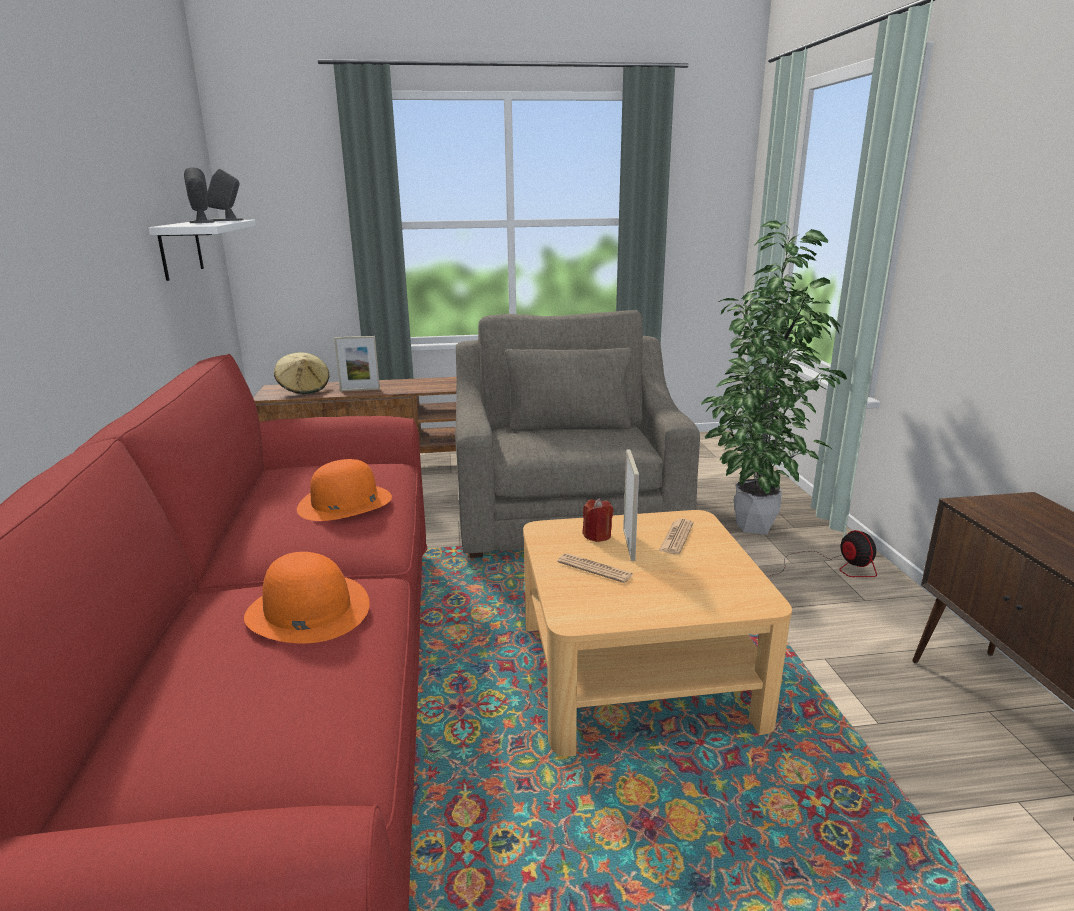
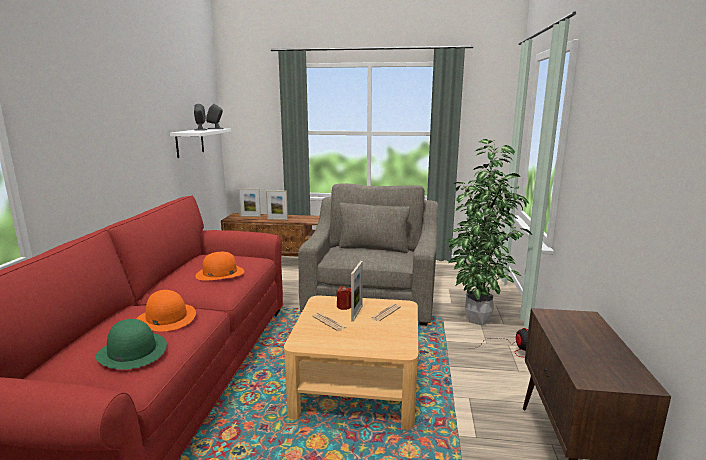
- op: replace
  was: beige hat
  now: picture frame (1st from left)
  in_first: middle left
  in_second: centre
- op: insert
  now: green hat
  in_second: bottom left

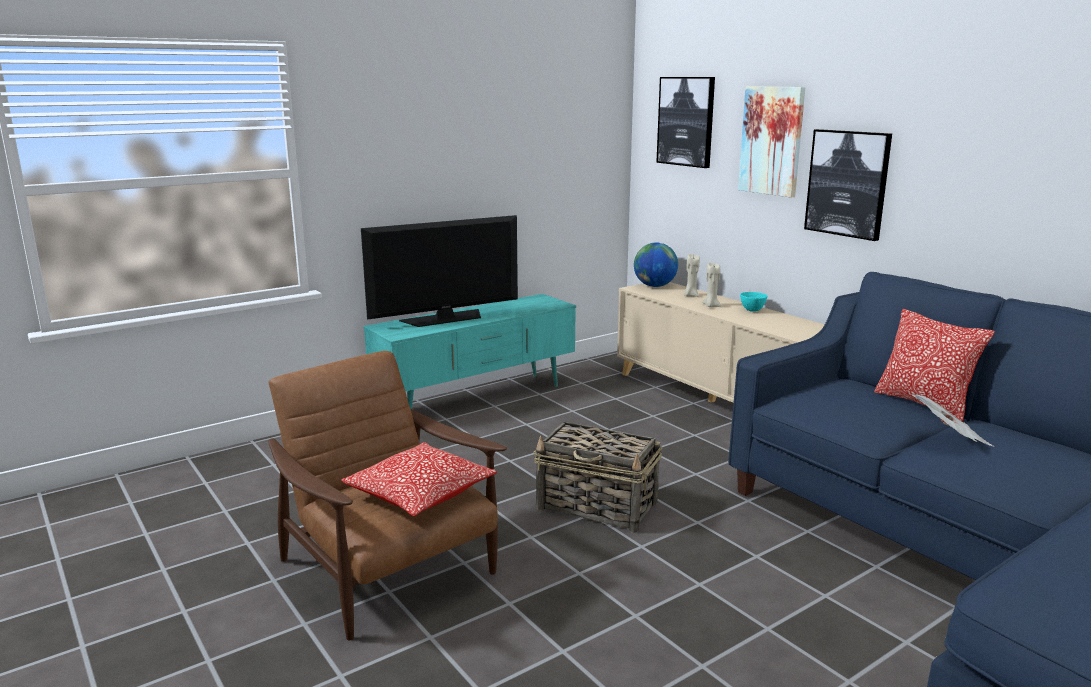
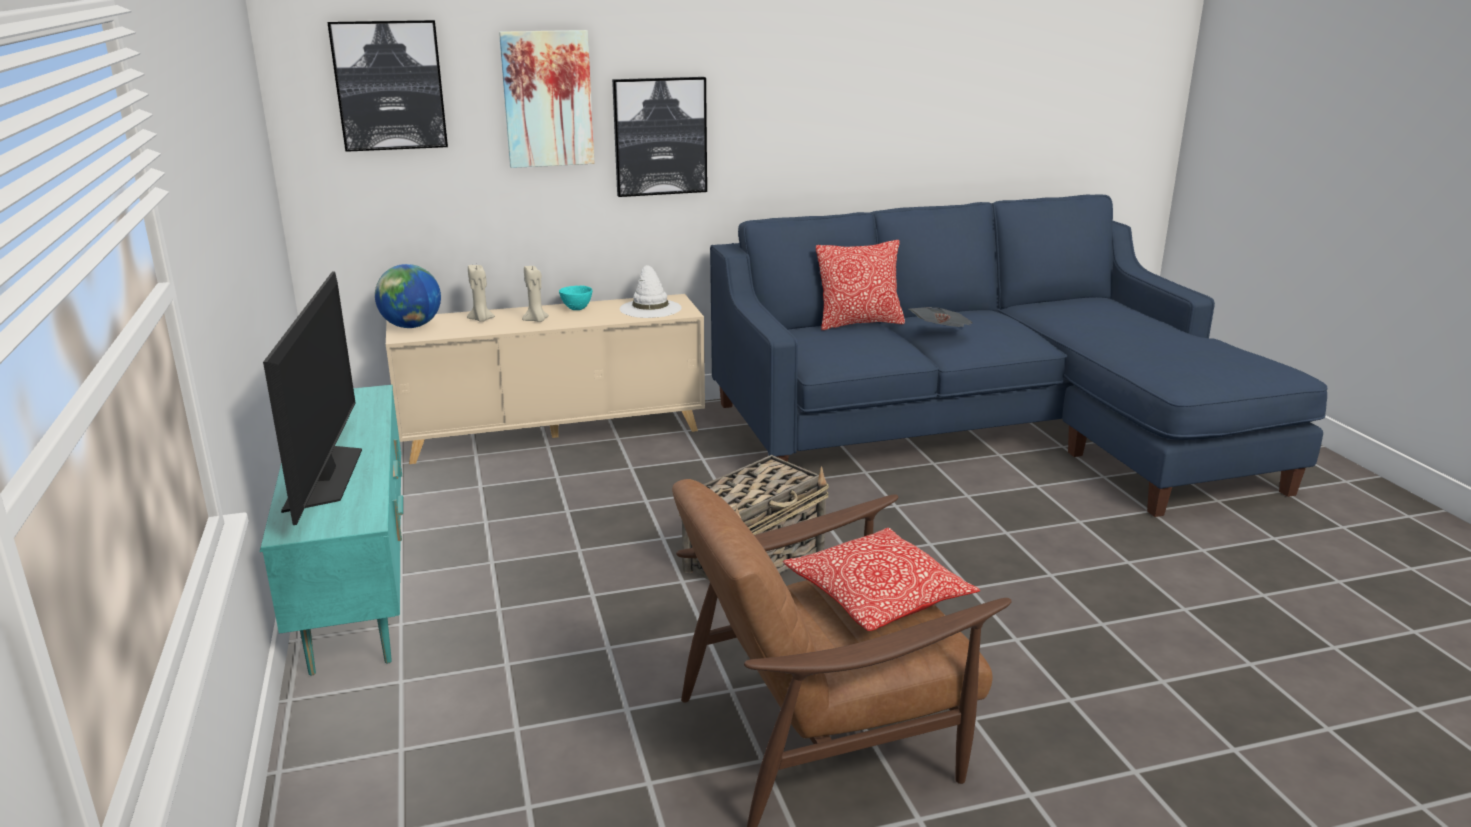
- op: insert
  now: white hat
  in_second: centre

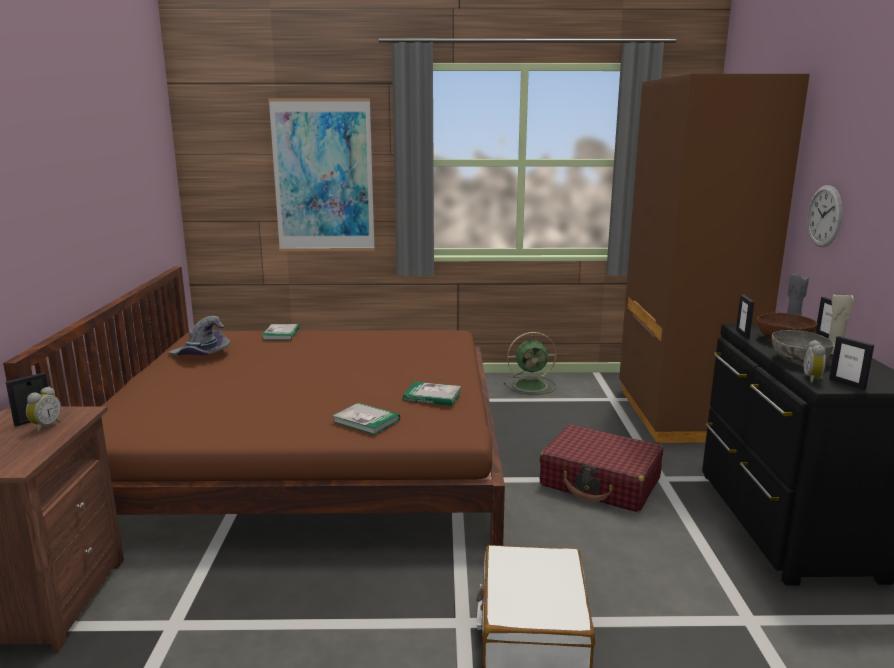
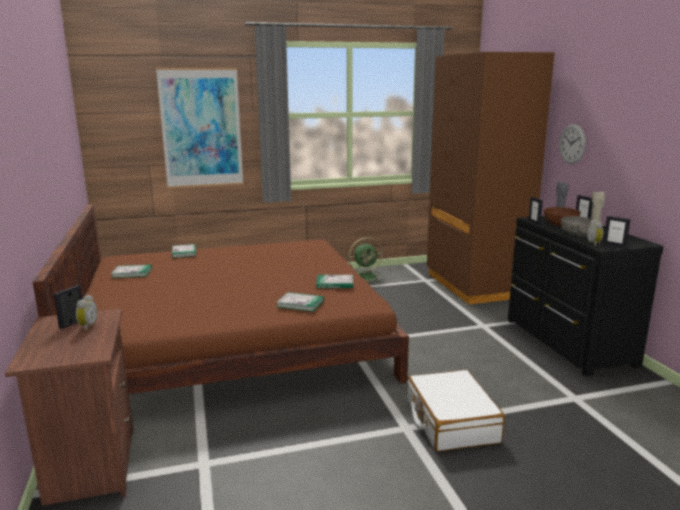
- op: replace
  was: grey hat
  now: book (1st from left)
  in_first: middle left
  in_second: middle left
- op: delete
  was: red suitcase
  in_first: bottom right

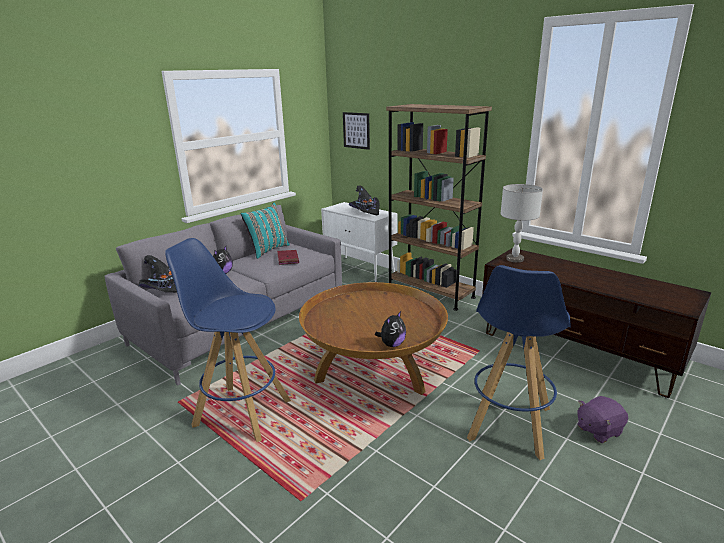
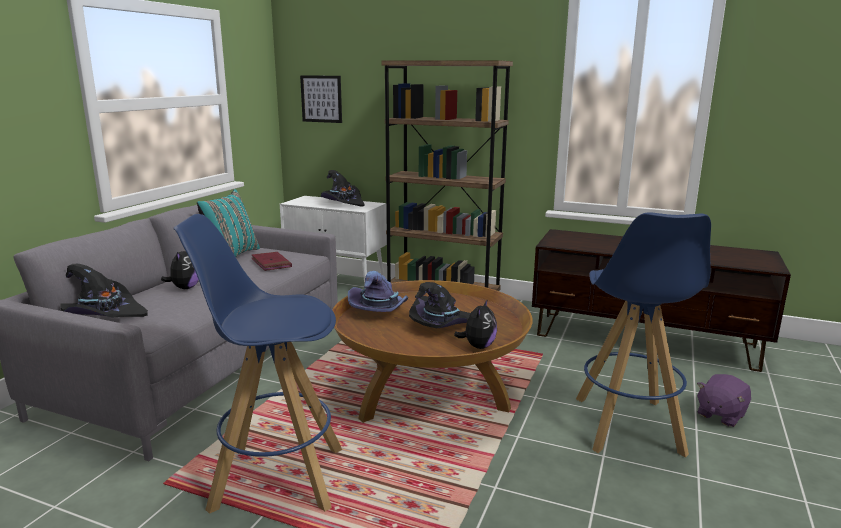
- op: delete
  was: grey table lamp
  in_first: middle right
- op: insert
  now: purple hat
  in_second: centre
- op: insert
  now: black hat (3rd from left)
  in_second: centre

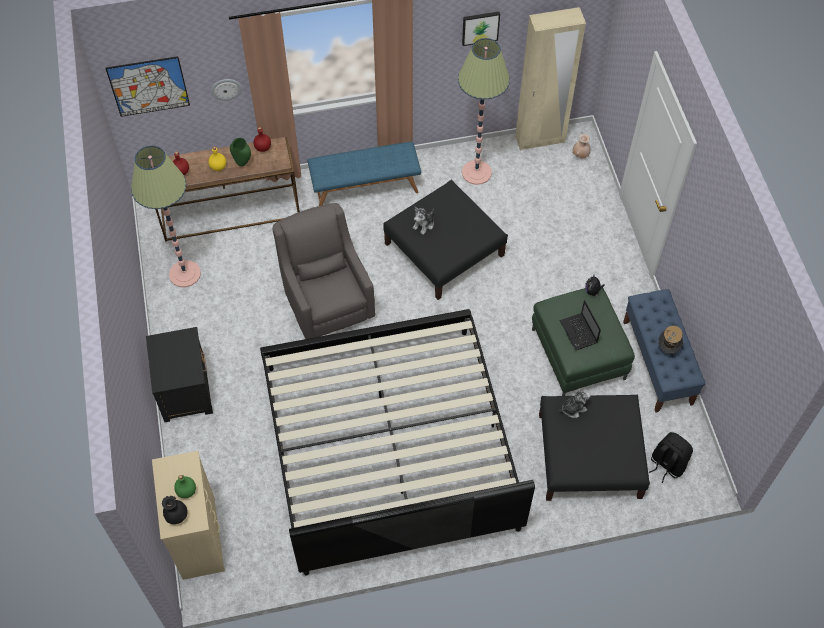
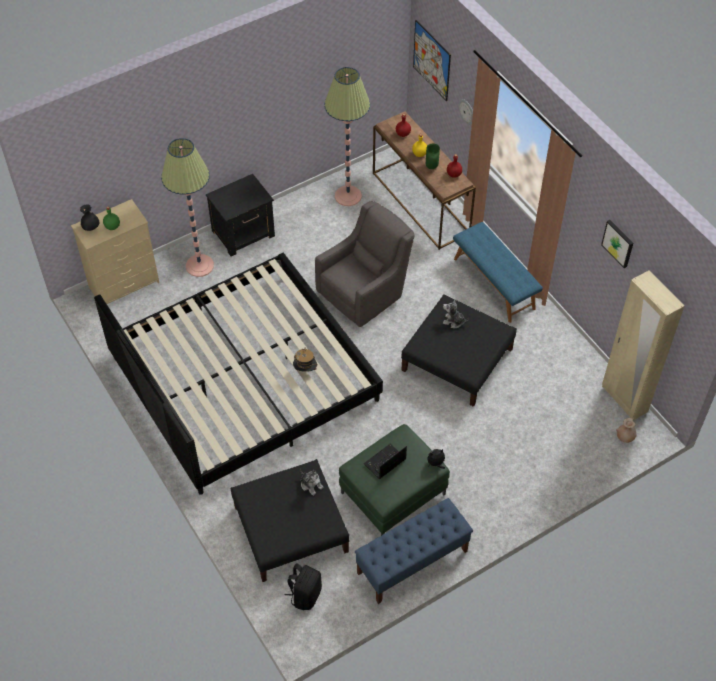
- op: move
  was: floor lamp (2nd from left in the first image)
  now: floor lamp (1st from left)
  in_first: top centre
  in_second: top left
- op: move
  was: hat
  in_first: middle right
  in_second: centre

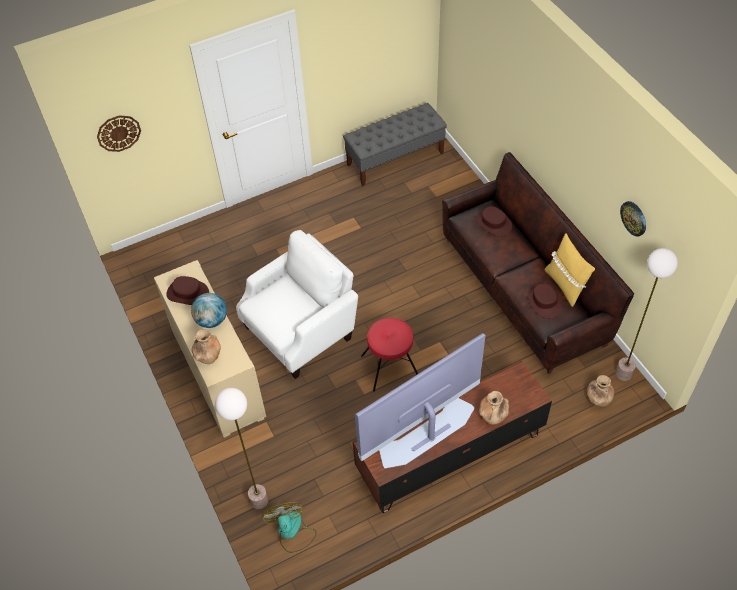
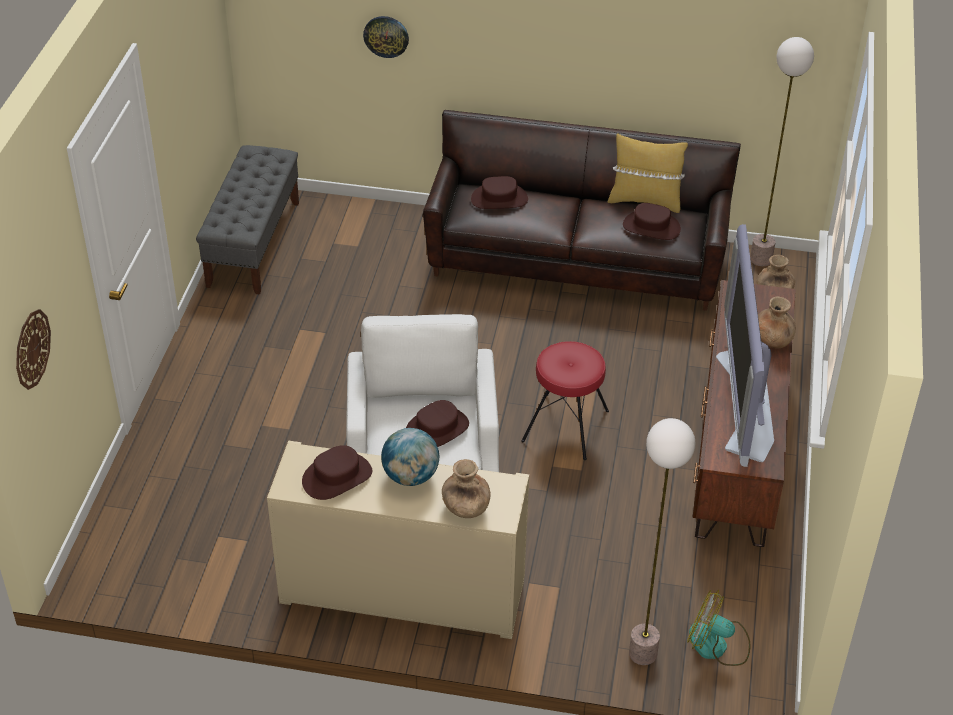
- op: move
  was: wall clock (2nd from left)
  in_first: middle right
  in_second: top centre
- op: insert
  now: brown hat (2nd from left)
  in_second: centre

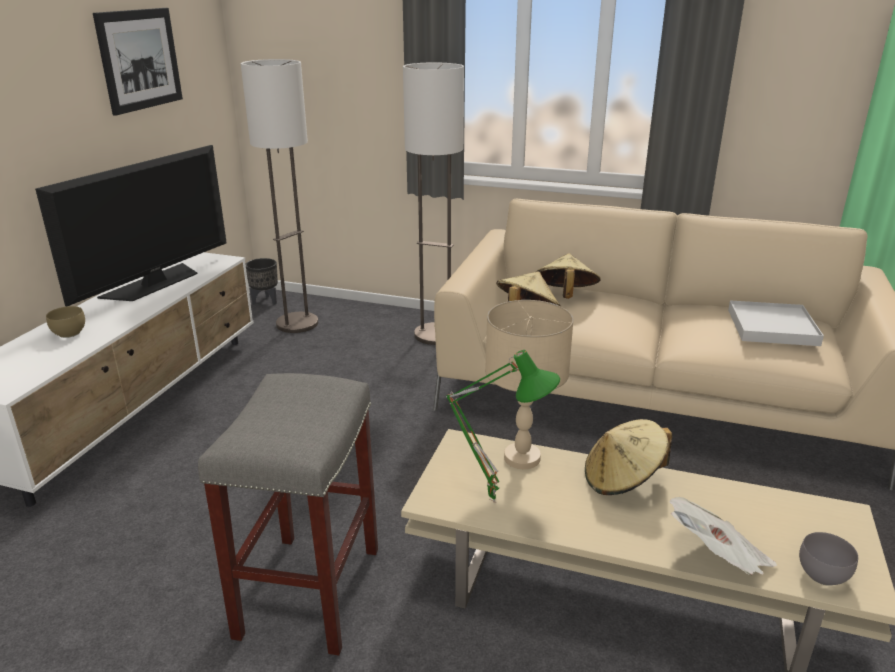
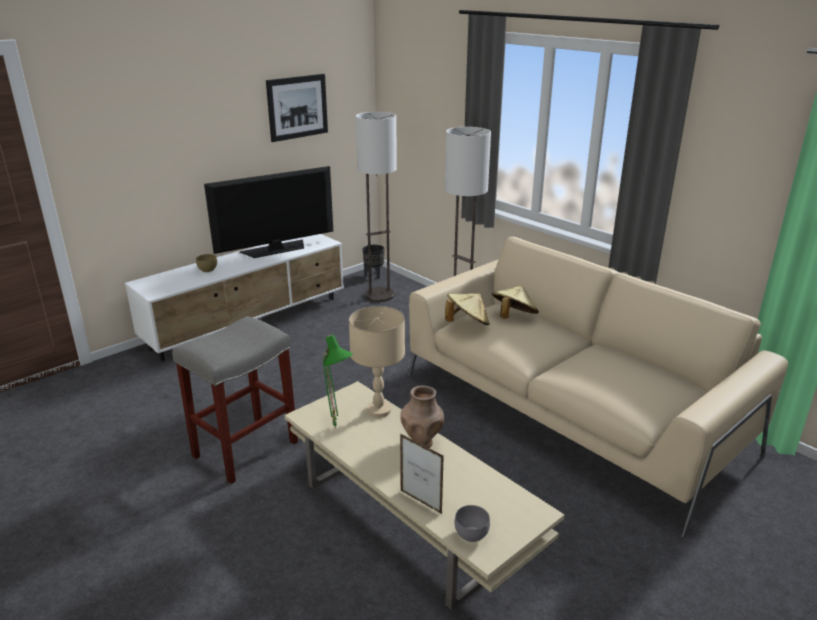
- op: delete
  was: white tray
  in_first: middle right
- op: replace
  was: beige hat (3rd from left)
  now: brown vase
  in_first: bottom right
  in_second: bottom centre
- op: replace
  was: newspaper
  now: picture frame
  in_first: bottom right
  in_second: bottom centre

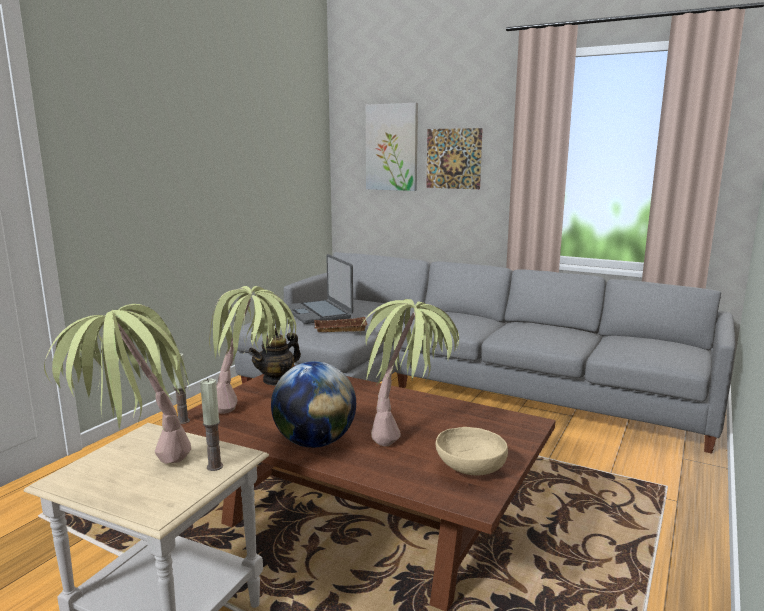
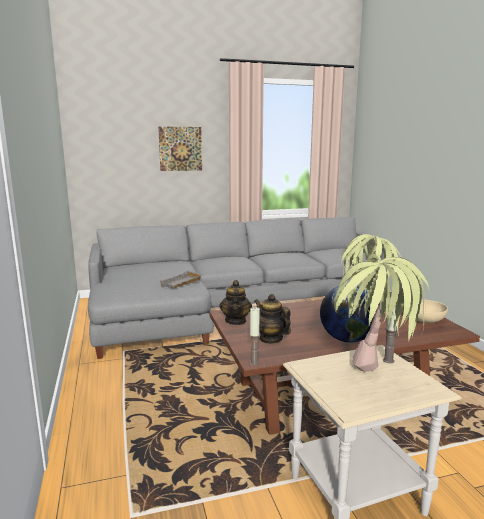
- op: delete
  was: picture (1st from left)
  in_first: top centre
- op: delete
  was: laptop
  in_first: centre
- op: replace
  was: potted plant (2nd from left)
  now: teapot (2nd from left)
  in_first: middle left
  in_second: centre
- op: recolor
  was: brown tray
  now: grey tray
  in_first: centre
  in_second: centre

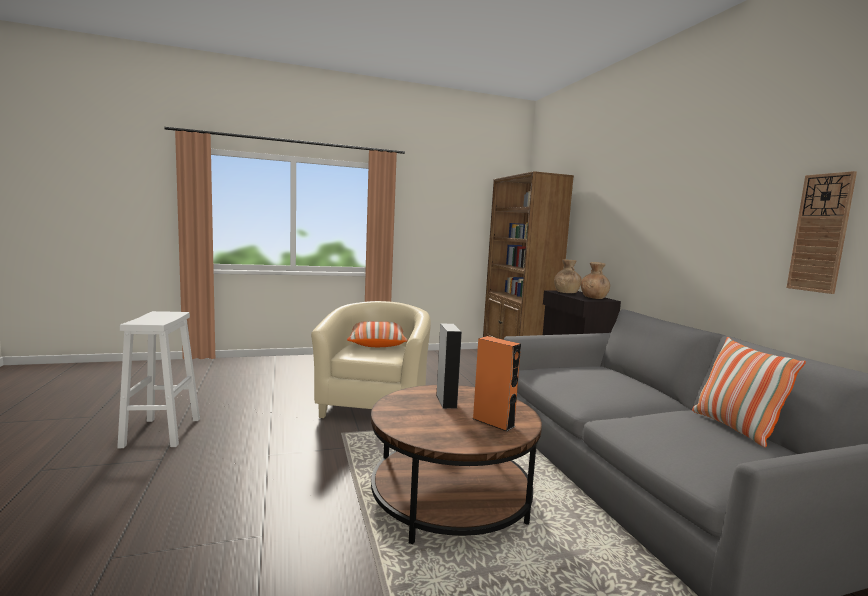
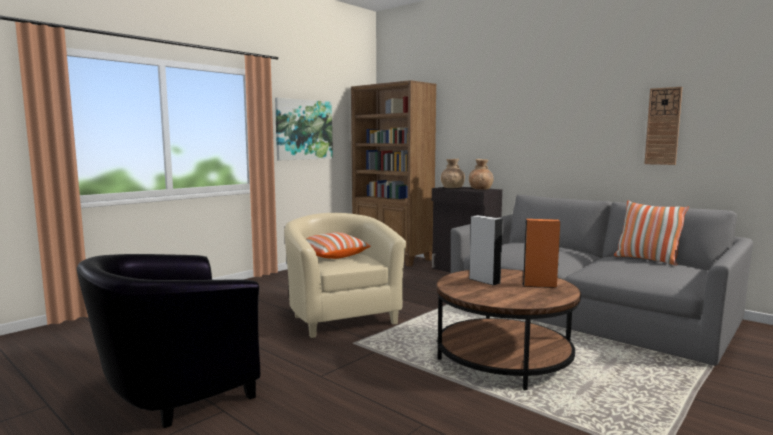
- op: replace
  was: white stool
  now: black armchair
  in_first: middle left
  in_second: bottom left
- op: insert
  now: picture
  in_second: top centre

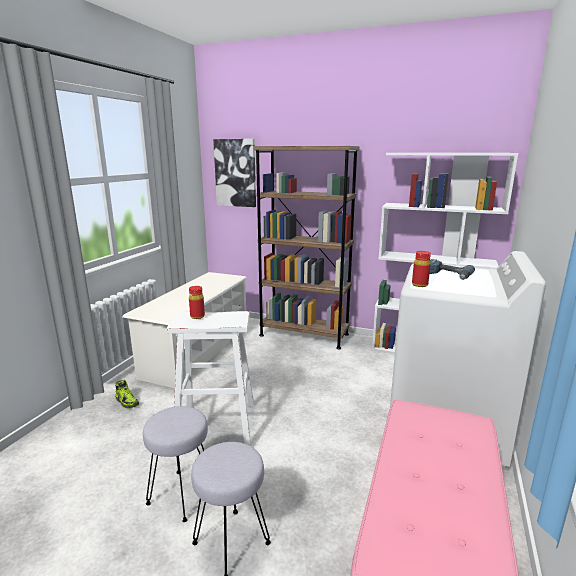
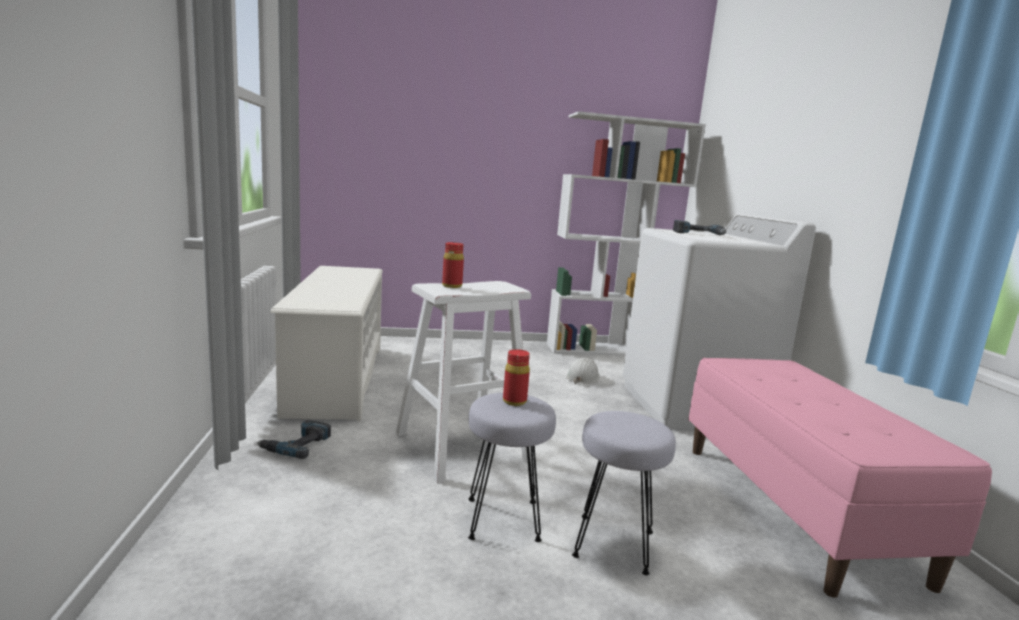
- op: delete
  was: picture
  in_first: top centre
- op: delete
  was: brown bookcase
  in_first: centre
- op: move
  was: red bottle (2nd from left)
  in_first: middle right
  in_second: centre
- op: replace
  was: shoe
  now: power drill (1st from left)
  in_first: bottom left
  in_second: bottom left
- op: insert
  now: white hard hat
  in_second: centre

